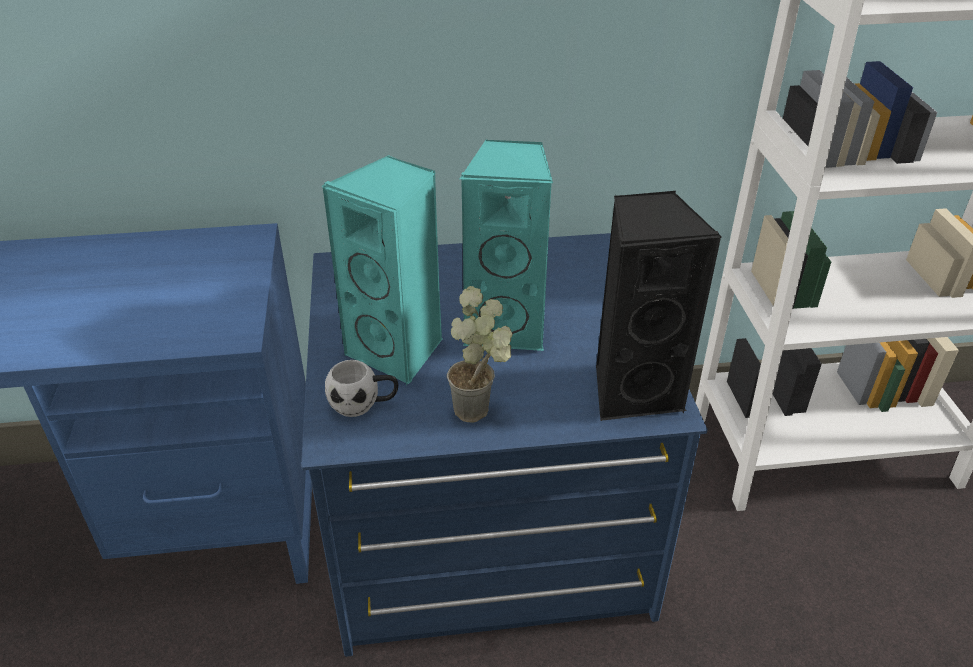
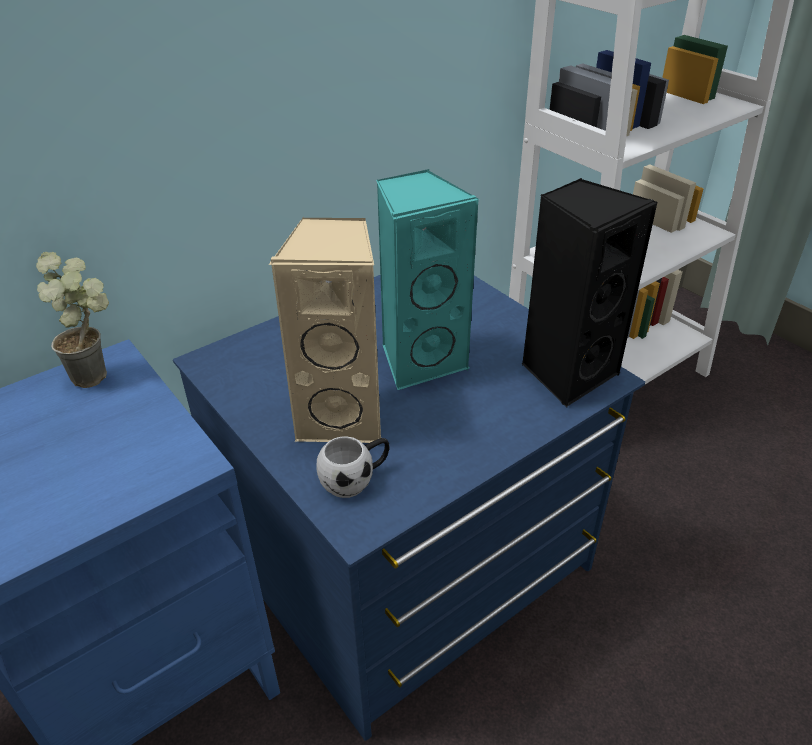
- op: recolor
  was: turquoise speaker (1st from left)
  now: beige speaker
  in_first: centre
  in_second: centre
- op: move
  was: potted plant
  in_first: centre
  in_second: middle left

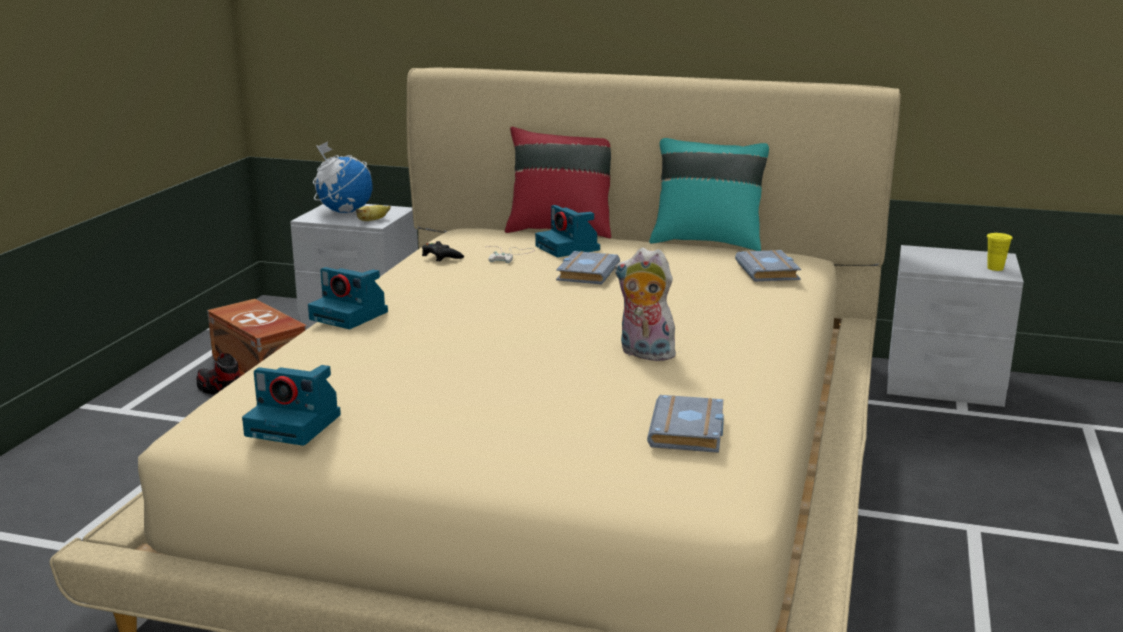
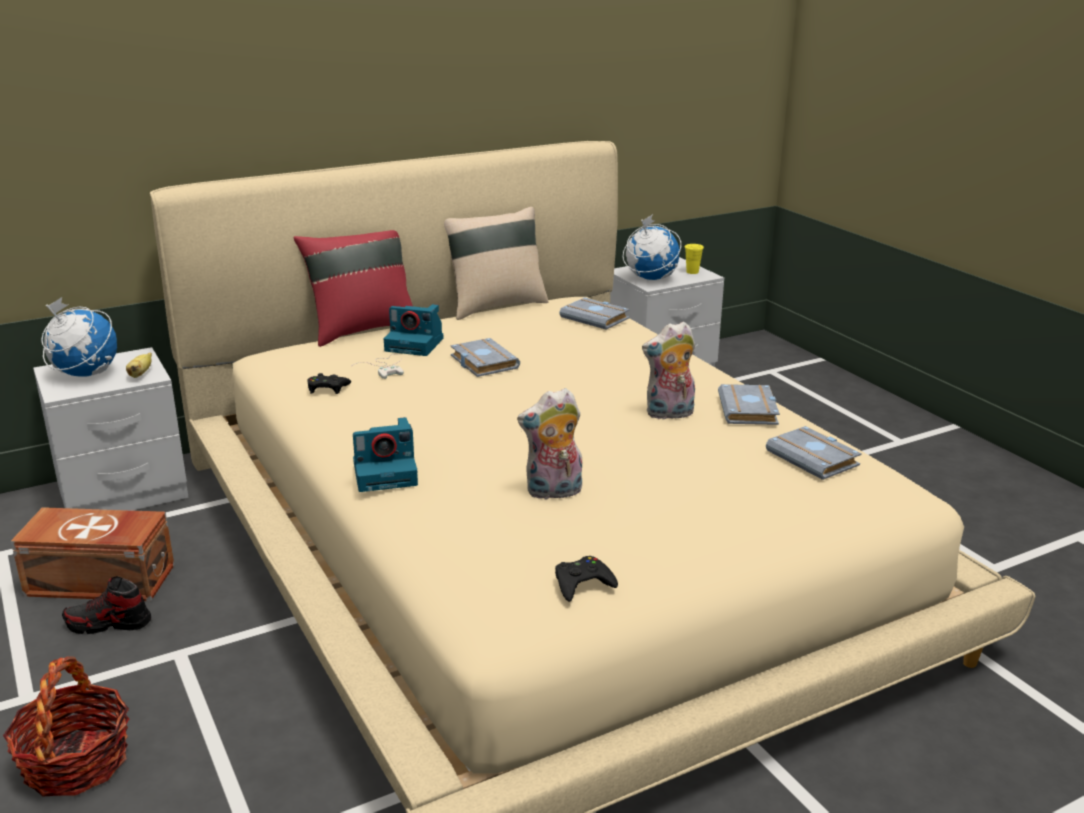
- op: recolor
  was: turquoise pillow
  now: beige pillow
  in_first: top centre
  in_second: top centre
- op: replace
  was: photo camera (1st from left)
  now: black game controller (2nd from left)
  in_first: middle left
  in_second: bottom centre
- op: insert
  now: globe (2nd from left)
  in_second: top centre
- op: insert
  now: grey book (3rd from left)
  in_second: middle right
- op: insert
  now: plush toy (1st from left)
  in_second: centre
- op: insert
  now: basket
  in_second: bottom left

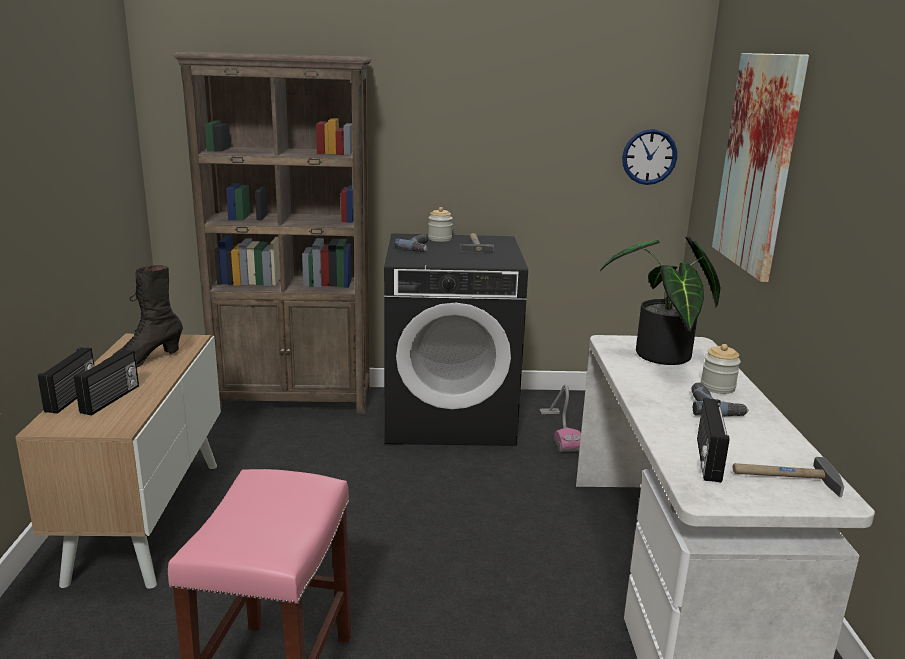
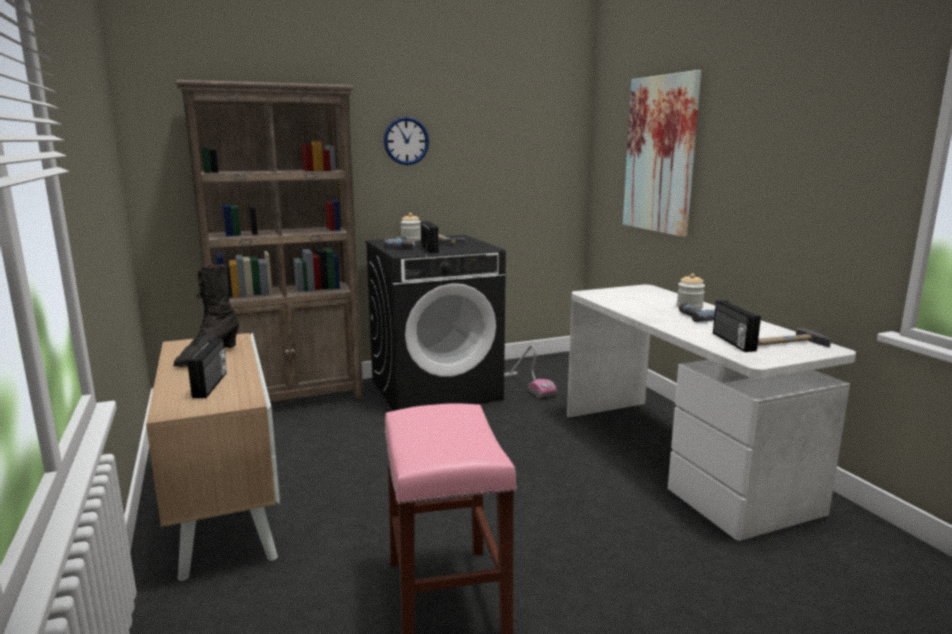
- op: move
  was: wall clock
  in_first: top right
  in_second: top centre
- op: delete
  was: potted plant
  in_first: middle right
- op: move
  was: radio (1st from left in the first image)
  now: radio (2nd from left)
  in_first: middle left
  in_second: centre

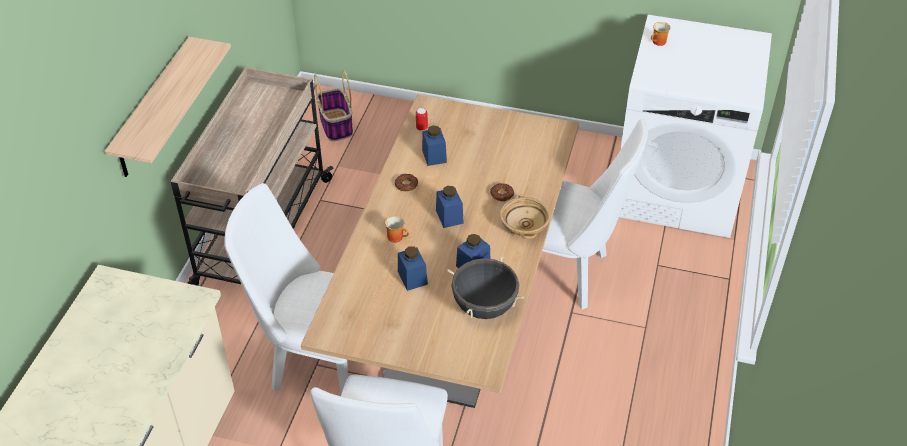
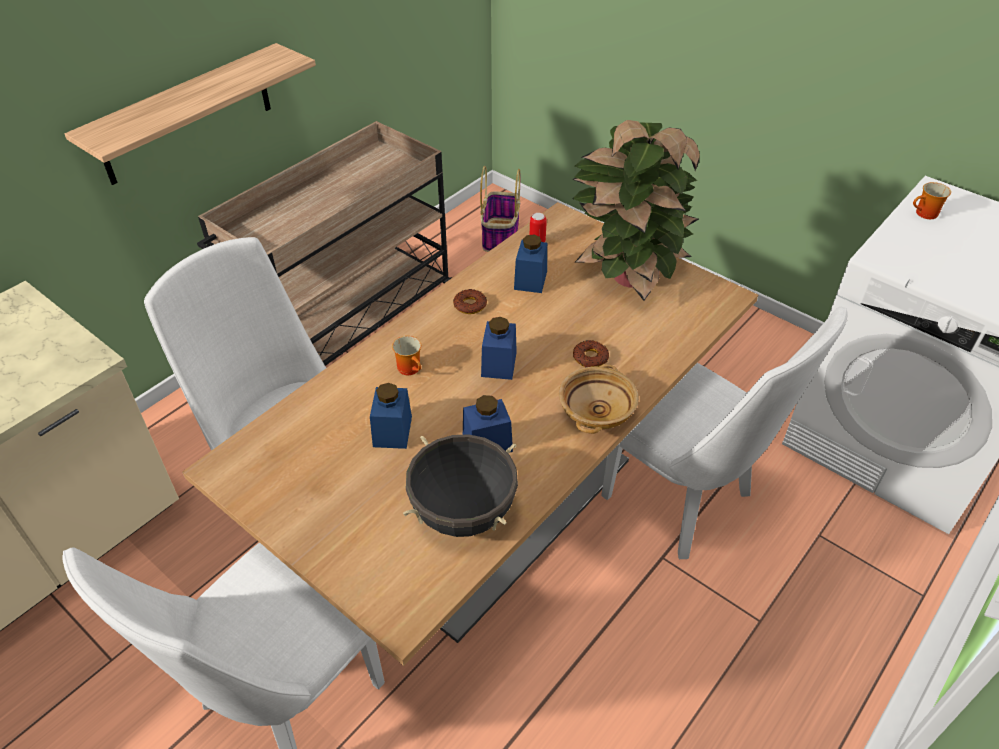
- op: insert
  now: potted plant
  in_second: top centre

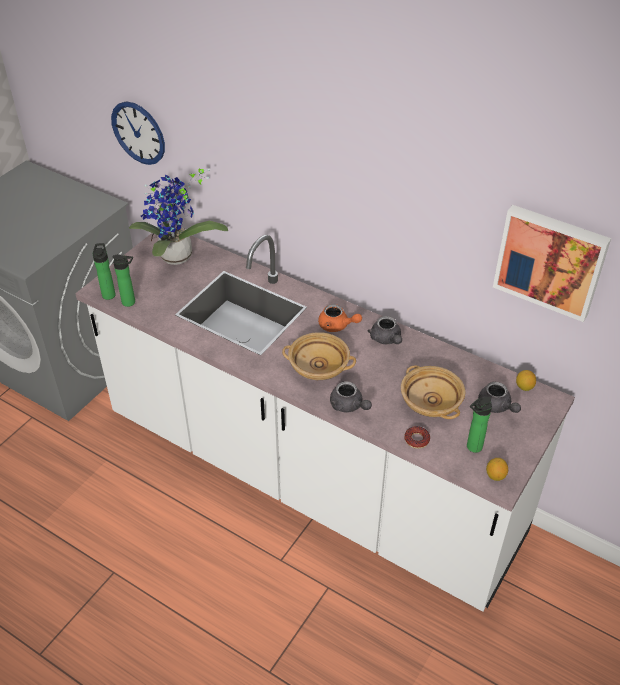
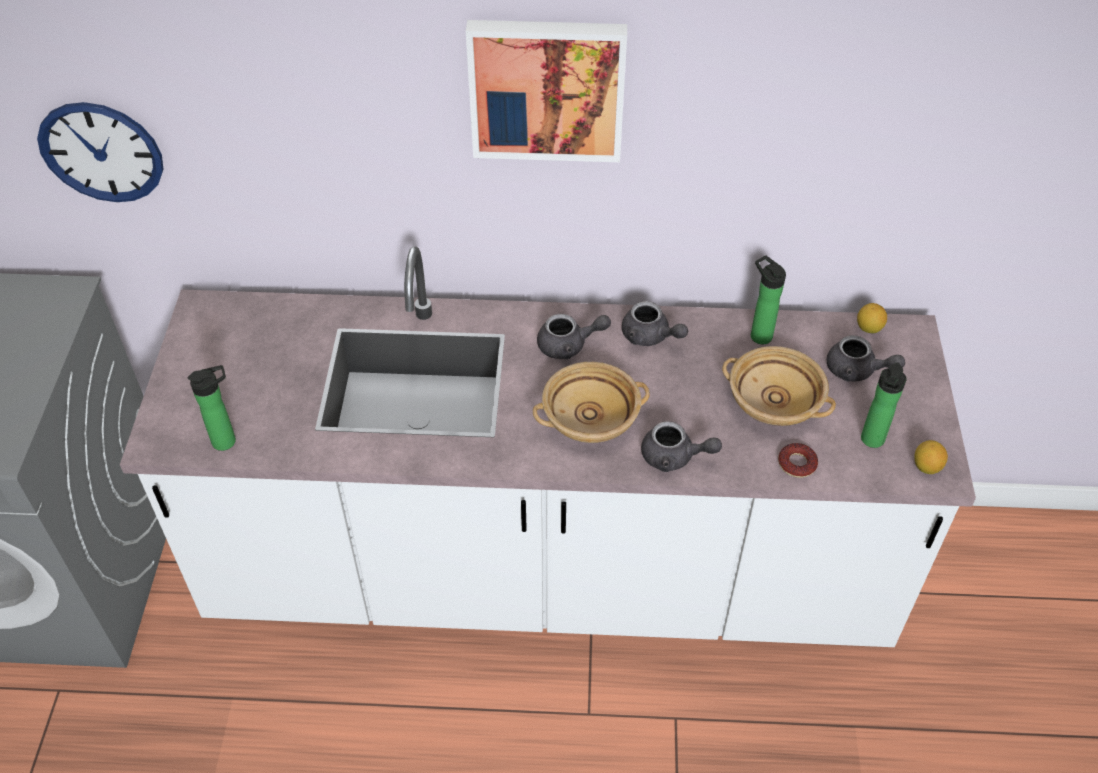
- op: delete
  was: potted plant
  in_first: top left
- op: move
  was: picture
  in_first: middle right
  in_second: top centre
- op: move
  was: bottle (1st from left in the first image)
  now: bottle (2nd from left)
  in_first: middle left
  in_second: middle right
- op: recolor
  was: orange teapot
  now: grey teapot (1st from left)
  in_first: centre
  in_second: centre

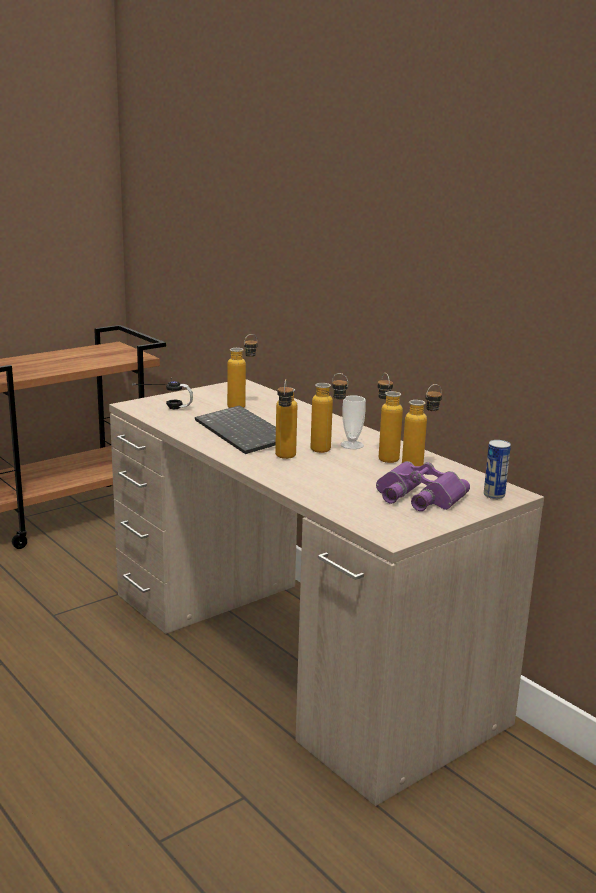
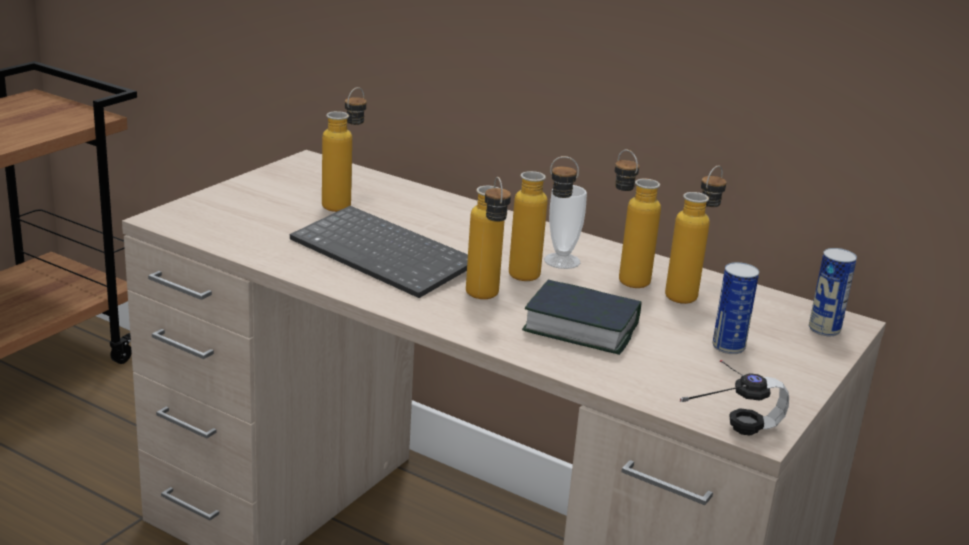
- op: move
  was: headphones
  in_first: middle left
  in_second: bottom right
- op: replace
  was: purple binoculars
  now: can (1st from left)
  in_first: middle right
  in_second: middle right
- op: insert
  now: book
  in_second: centre

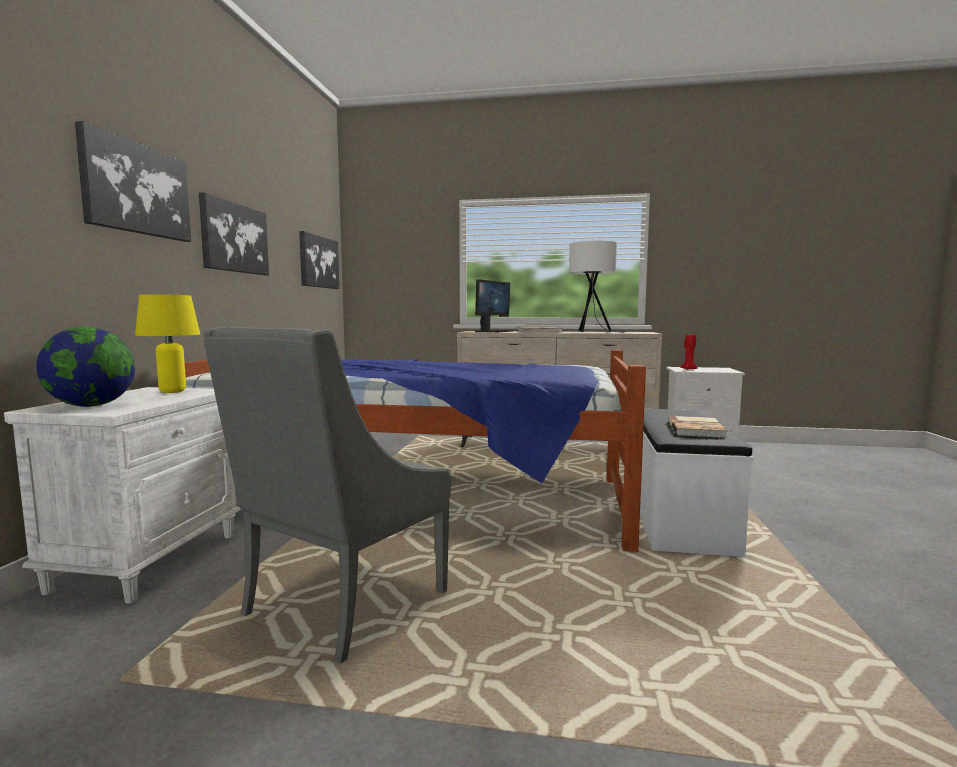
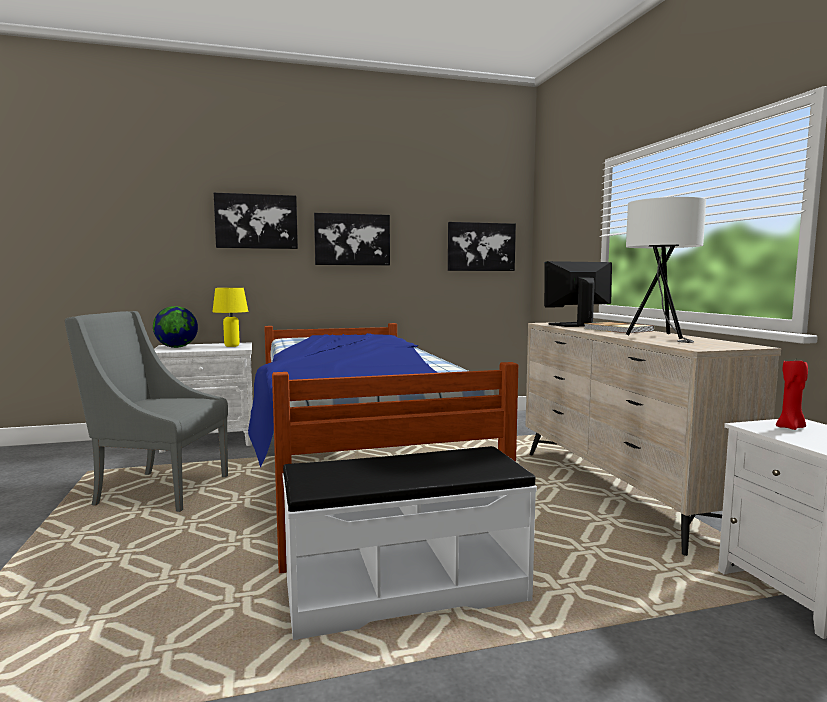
- op: rotate
  was: monitor
  in_first: centre
  in_second: middle right
  clockwise: 150
- op: delete
  was: book (2nd from left)
  in_first: middle right

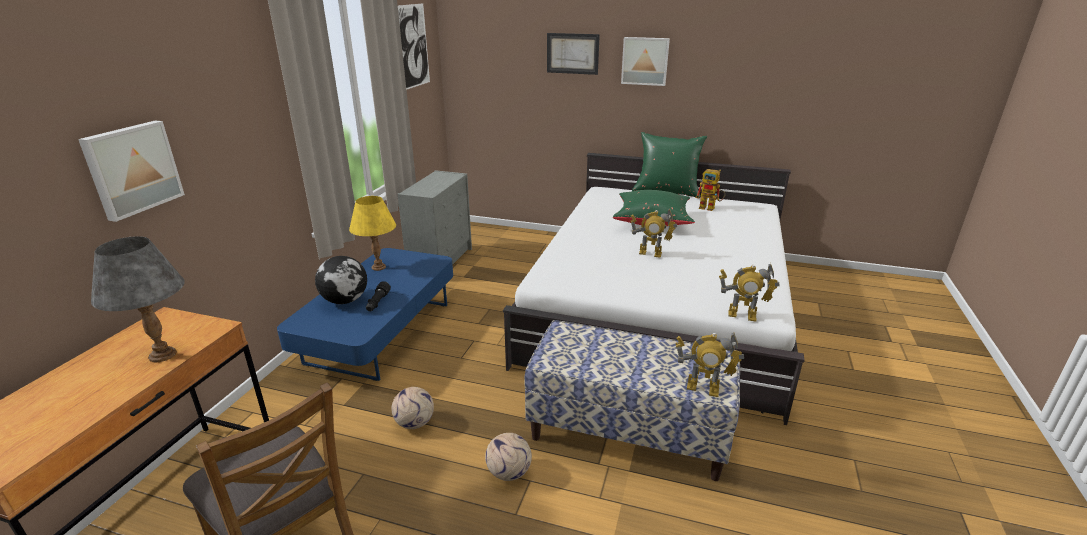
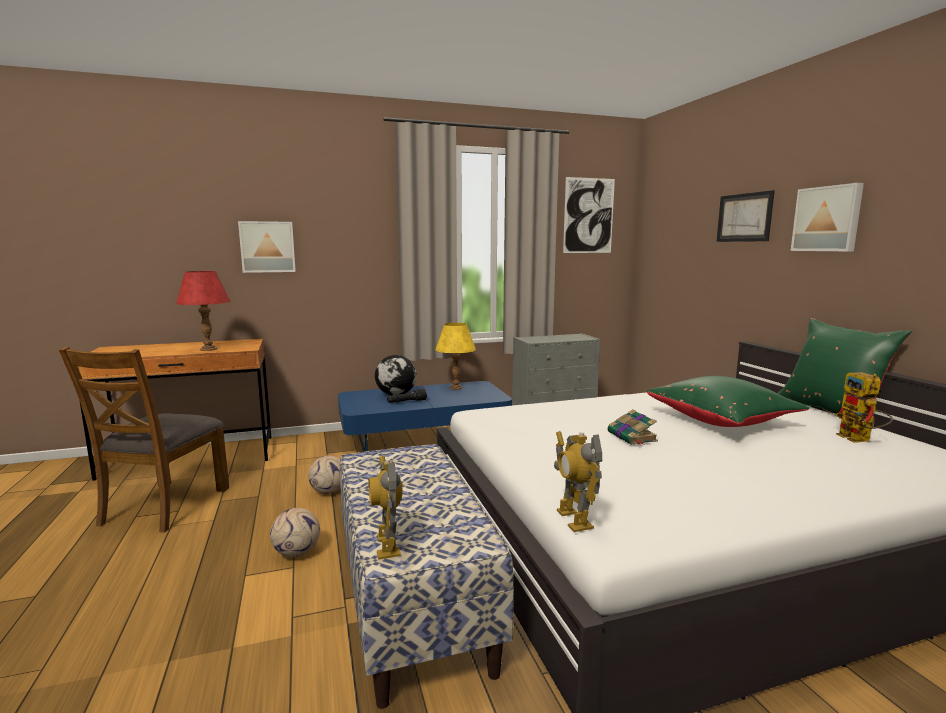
- op: replace
  was: toy robot (1st from left)
  now: book
  in_first: centre
  in_second: middle right
- op: recolor
  was: grey table lamp
  now: red table lamp
  in_first: middle left
  in_second: middle left

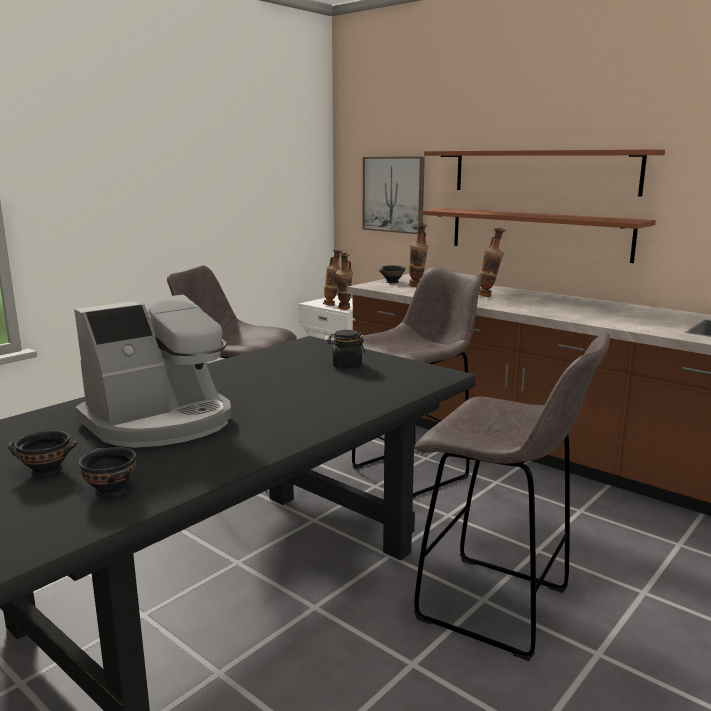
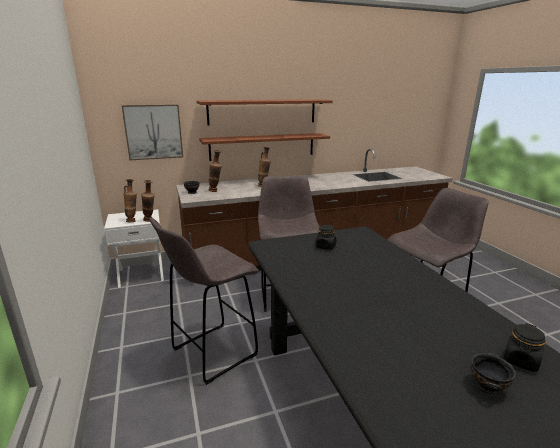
- op: delete
  was: coffee machine
  in_first: middle left
- op: replace
  was: black bowl (2nd from left)
  now: black jar (2nd from left)
  in_first: middle left
  in_second: bottom right

